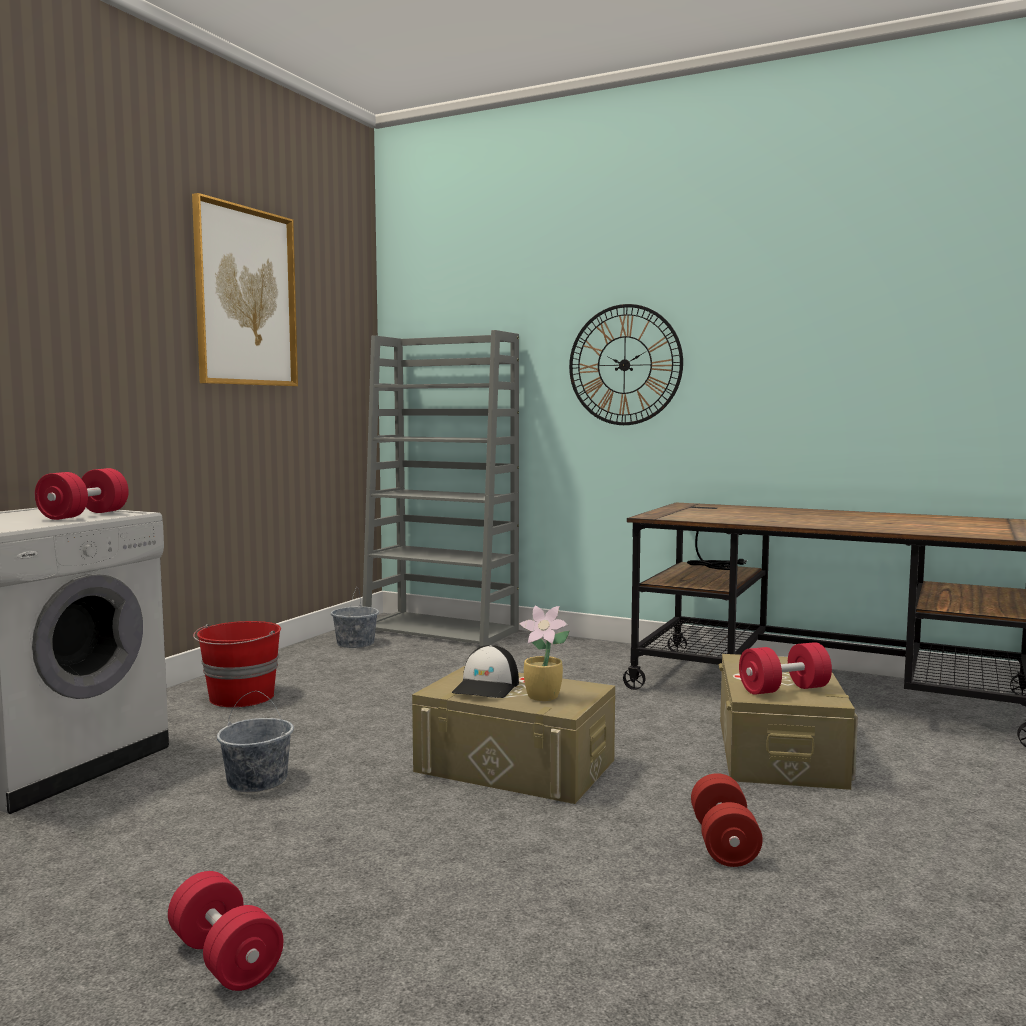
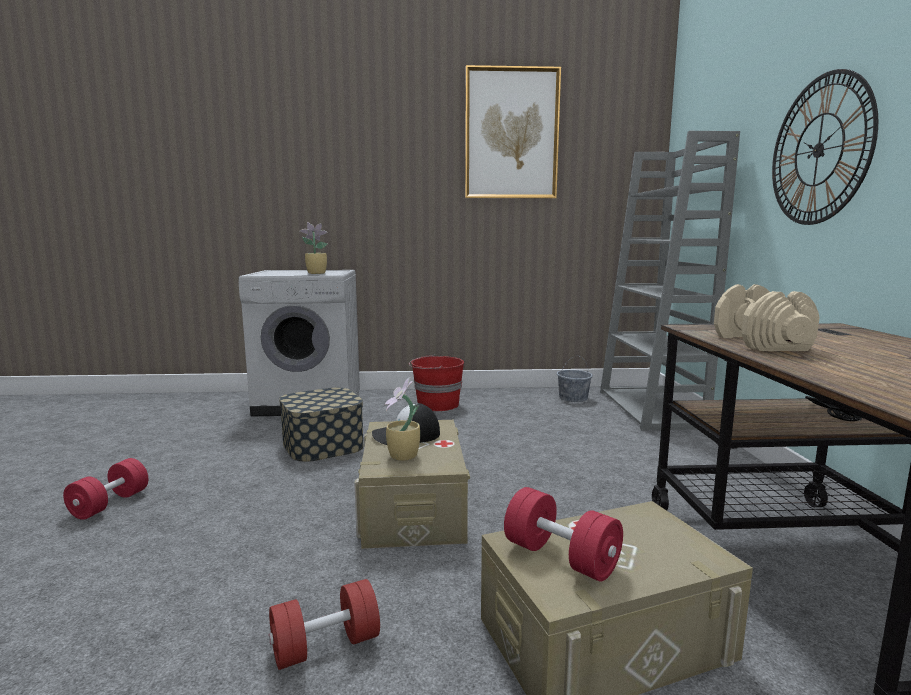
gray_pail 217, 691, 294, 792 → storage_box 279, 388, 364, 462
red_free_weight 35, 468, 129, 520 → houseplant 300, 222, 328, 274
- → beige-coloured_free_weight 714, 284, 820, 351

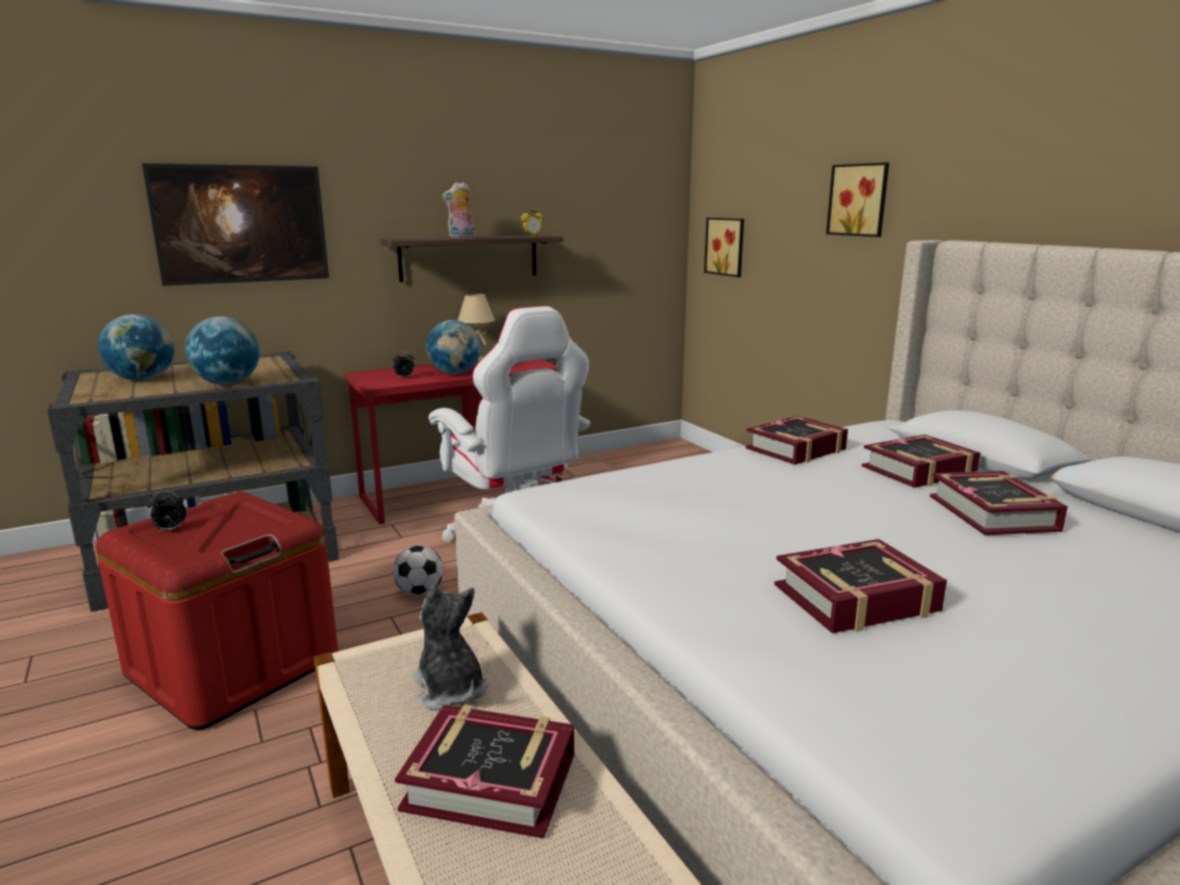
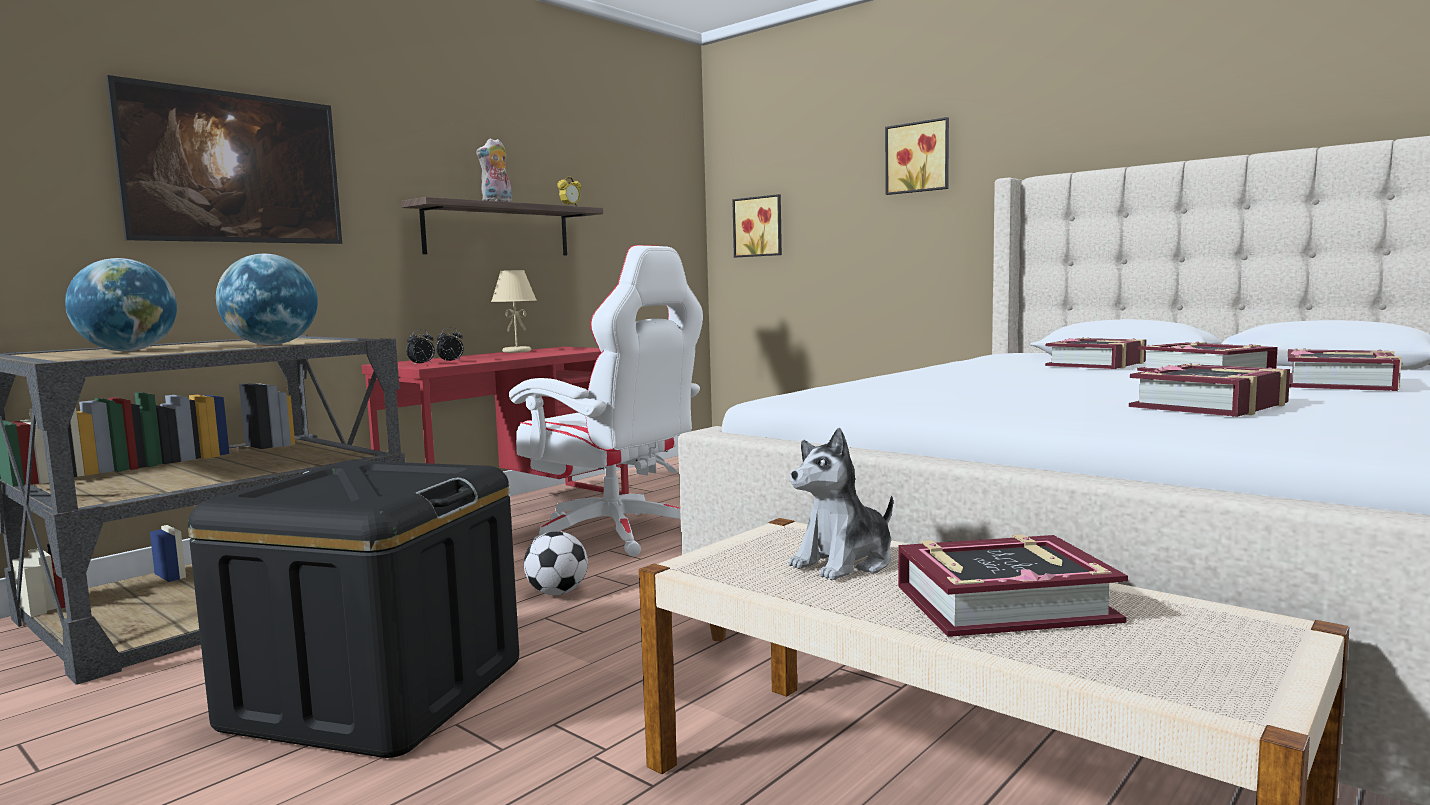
red_storage_box 96, 492, 338, 730 → black-coloured_storage_box 188, 460, 519, 758
bedside_clock 147, 491, 186, 532 → bedside_clock 406, 329, 435, 365, move
cuddly_toy 412, 585, 487, 711 → cuddly_toy 788, 428, 893, 580, 75 degrees counterclockwise
volume 745, 416, 848, 465 → volume 1288, 348, 1402, 391, move
globe 426, 320, 481, 374 → -

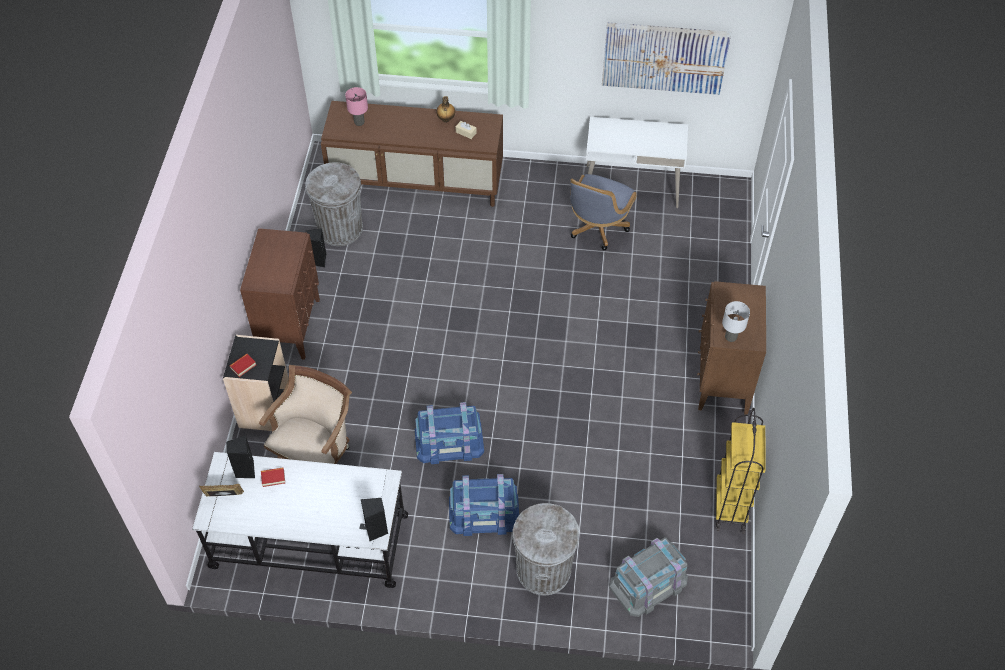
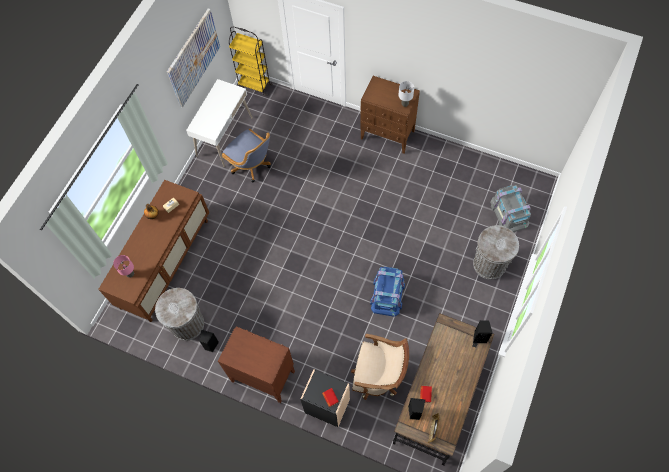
yellow-coloured_trolley 716, 408, 766, 534 → yellow-coloured_trolley 229, 27, 273, 96, move
computer_chair 259, 365, 352, 464 → computer_chair 351, 334, 409, 400, 150 degrees clockwise
white-coloured_desk_unit 192, 452, 408, 588 → brown-coloured_desk_unit 393, 313, 494, 466
blue-coloured_storage_box 449, 474, 519, 536 → -

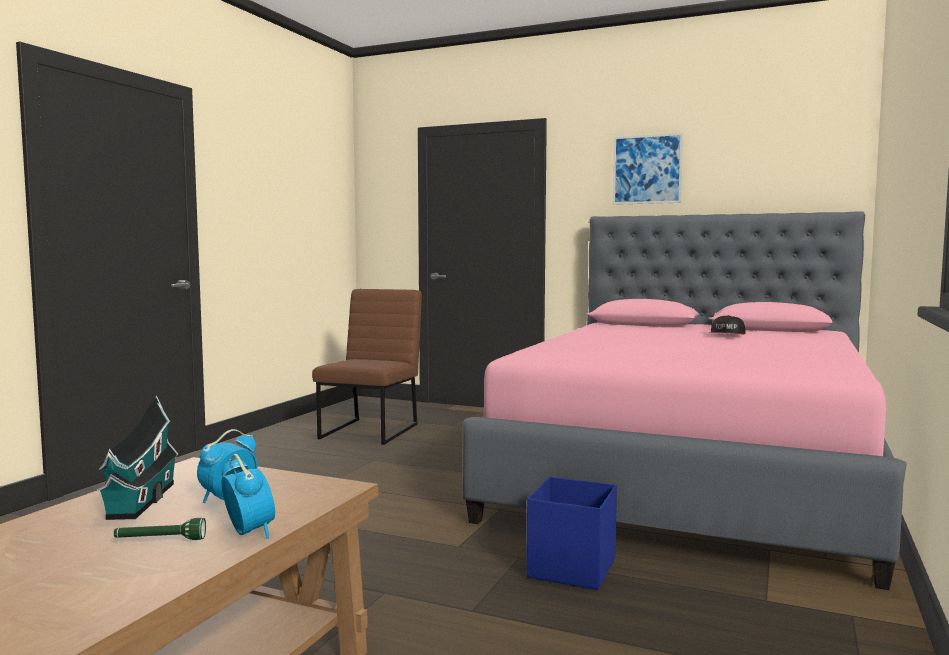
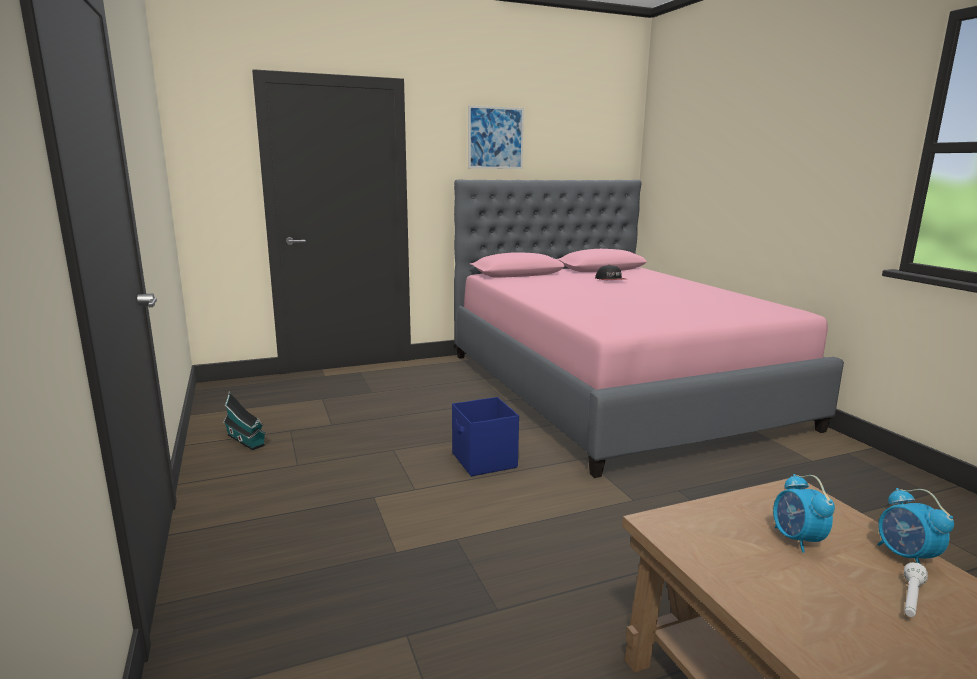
toy_house 97, 395, 178, 520 → toy_house 223, 392, 266, 450, move
blue-coloured_storage_box 527, 477, 617, 590 → blue-coloured_storage_box 452, 397, 519, 476, move
bedside_clock 222, 454, 275, 539 → bedside_clock 877, 488, 954, 564, 120 degrees counterclockwise
greenish_flashlight 114, 518, 206, 540 → white-coloured_flashlight 904, 562, 928, 617
brown-coloured_upright_chair 312, 289, 422, 445 → -

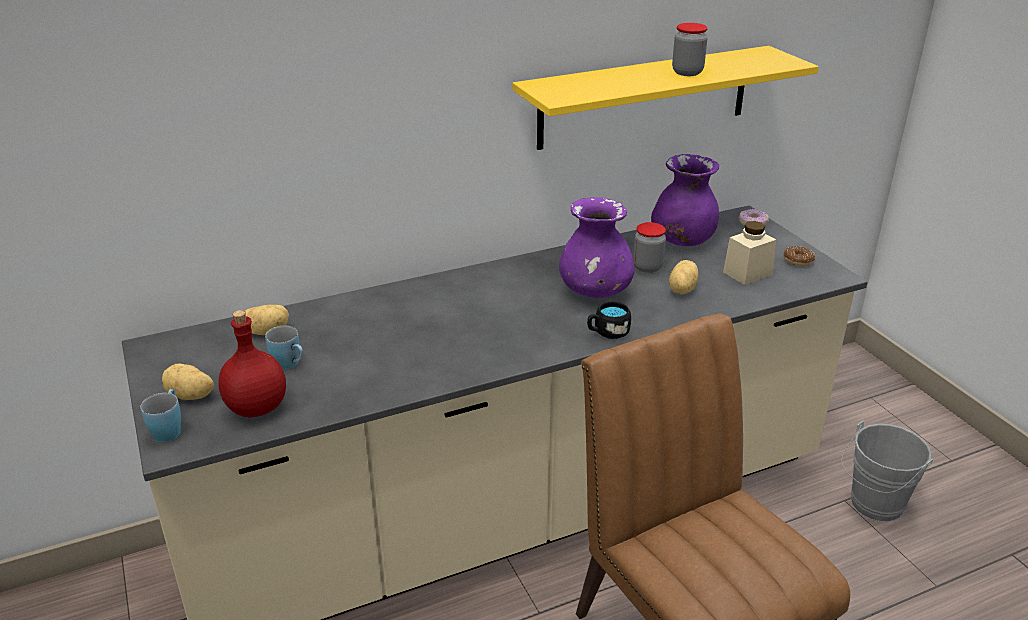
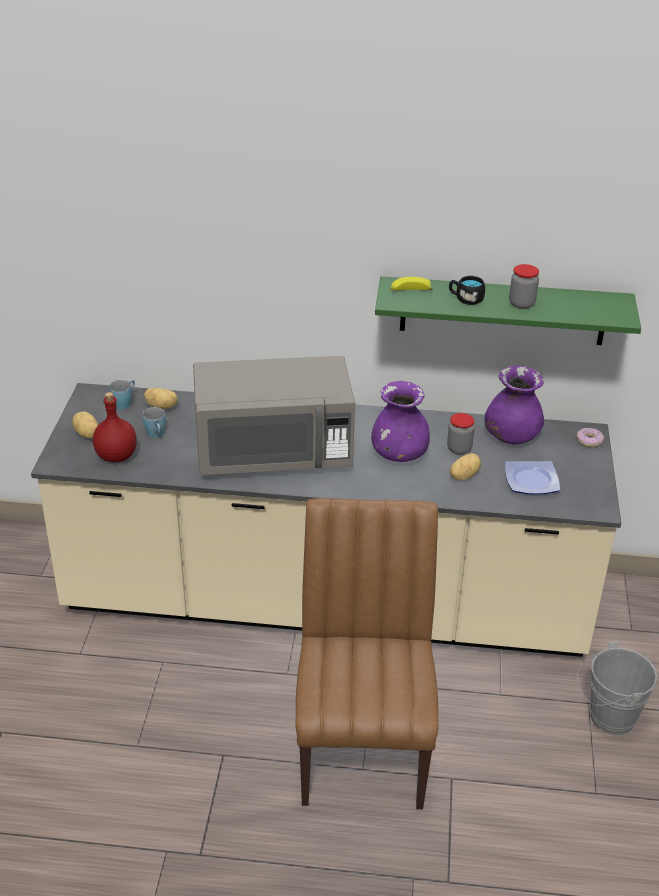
blue-coloured_mug 140, 389, 181, 443 → blue-coloured_mug 109, 380, 135, 410, move
- → gray_microwave 193, 356, 355, 475
yellow-coloured_wall_shelf 512, 46, 819, 150 → greenish_wall_shelf 375, 276, 641, 345
- → banana 390, 277, 432, 291
black-coloured_mug 587, 301, 631, 339 → black-coloured_mug 449, 276, 485, 305, move
beige-coloured_storage_jar 723, 221, 776, 285 → flat_dish 505, 461, 560, 494
donut 783, 246, 815, 266 → -

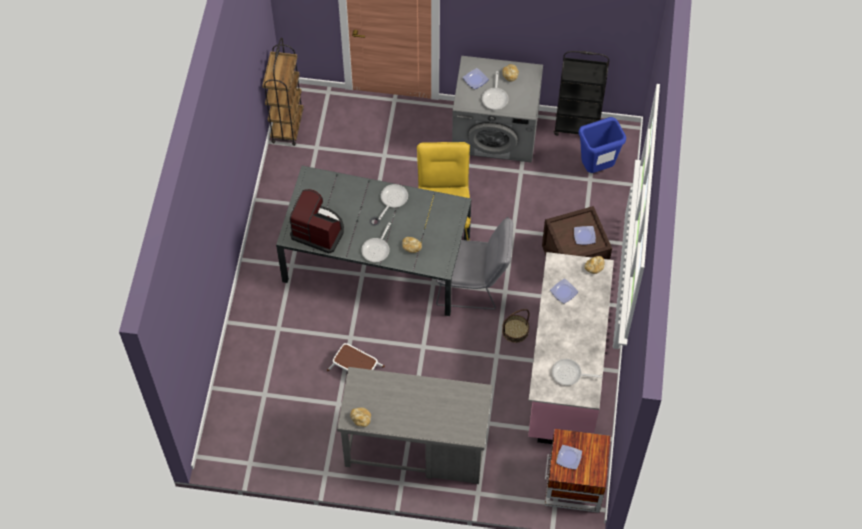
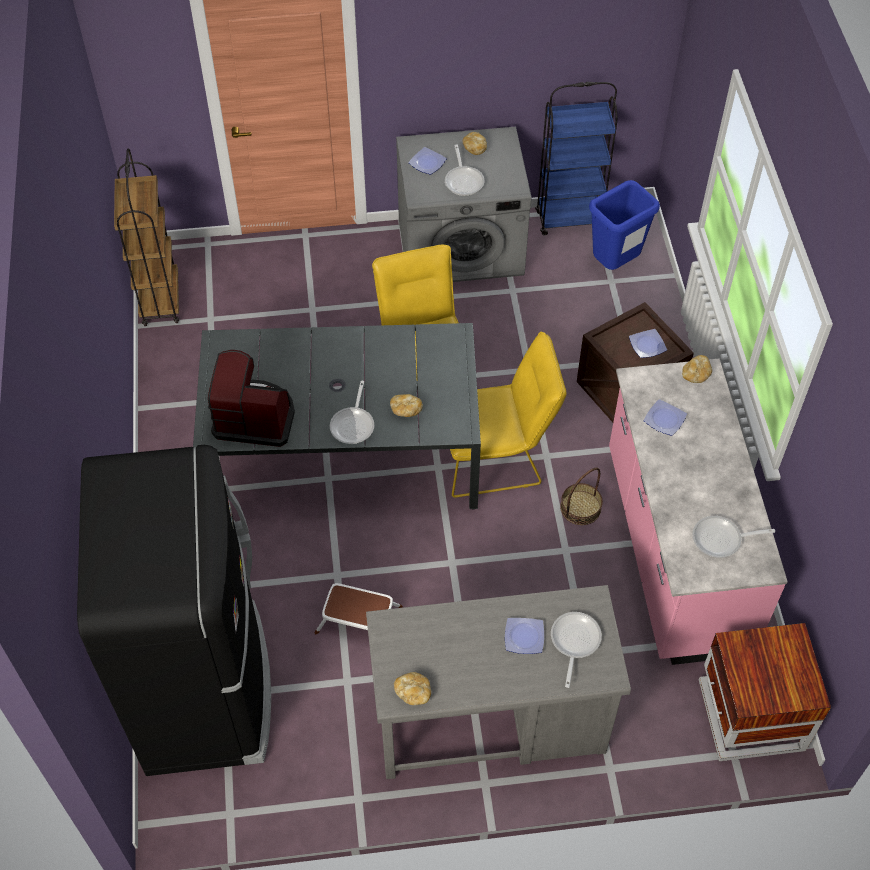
- → black-coloured_refrigerator 77, 445, 271, 776
gray_upright_chair 436, 217, 513, 310 → yellow-coloured_upright_chair 450, 332, 566, 498
flat_dish 556, 445, 582, 469 → flat_dish 505, 618, 544, 654, move
black-coloured_trolley 553, 51, 609, 136 → blue-coloured_trolley 535, 82, 617, 236
frying_pan 378, 184, 408, 220 → frying_pan 551, 612, 602, 688, move

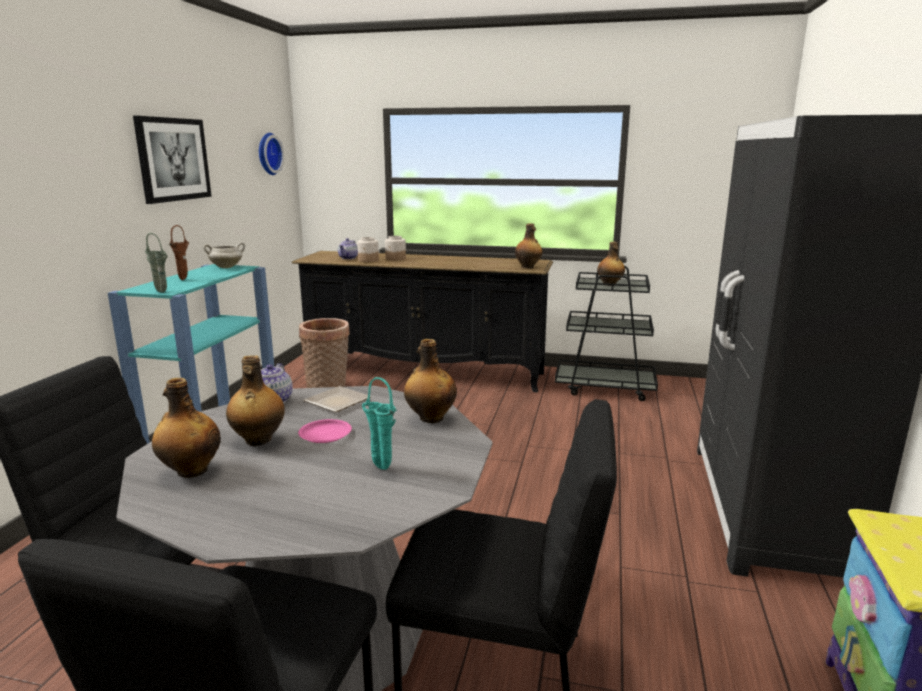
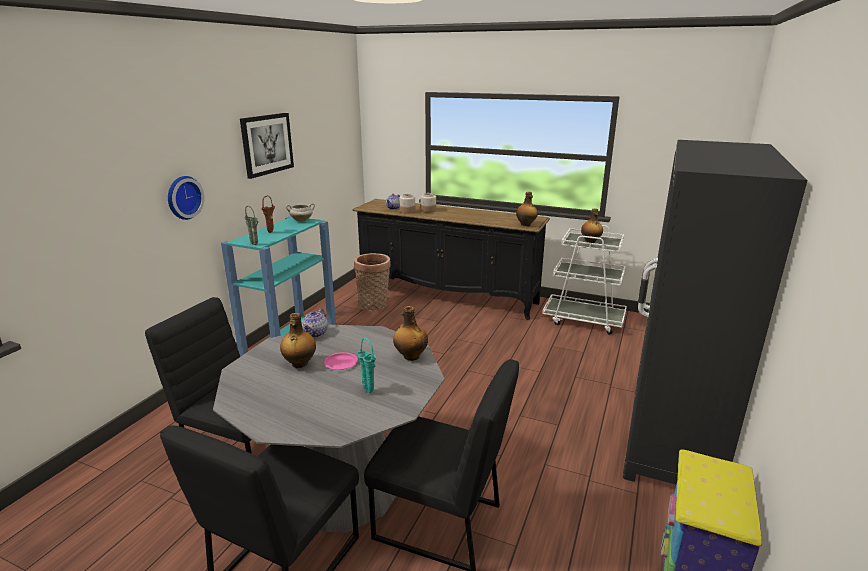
clock_on_the_wall 259, 133, 284, 175 → clock_on_the_wall 168, 176, 204, 220, move
black-coloured_trolley 555, 266, 658, 401 → white-coloured_trolley 543, 225, 627, 334
beverage_bottle 152, 378, 221, 478 → -
flat_dish 304, 386, 372, 412 → -

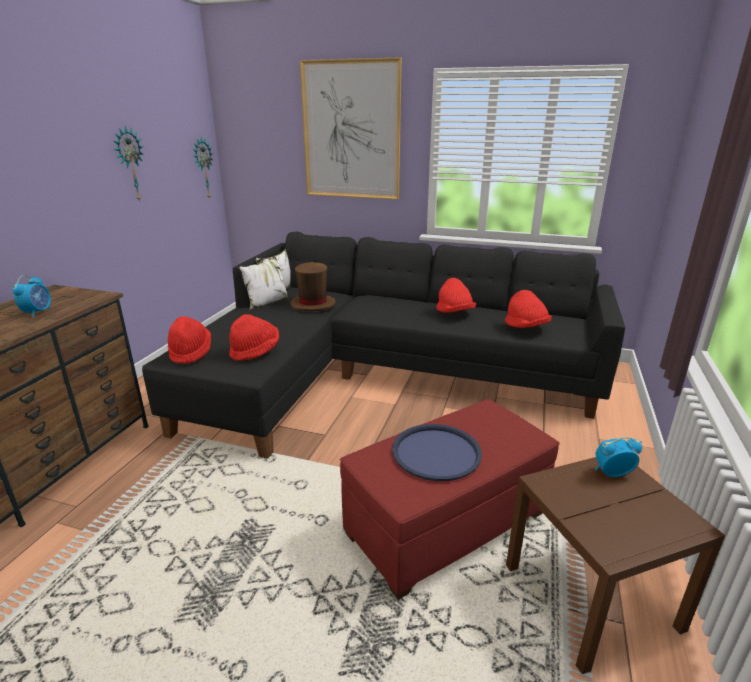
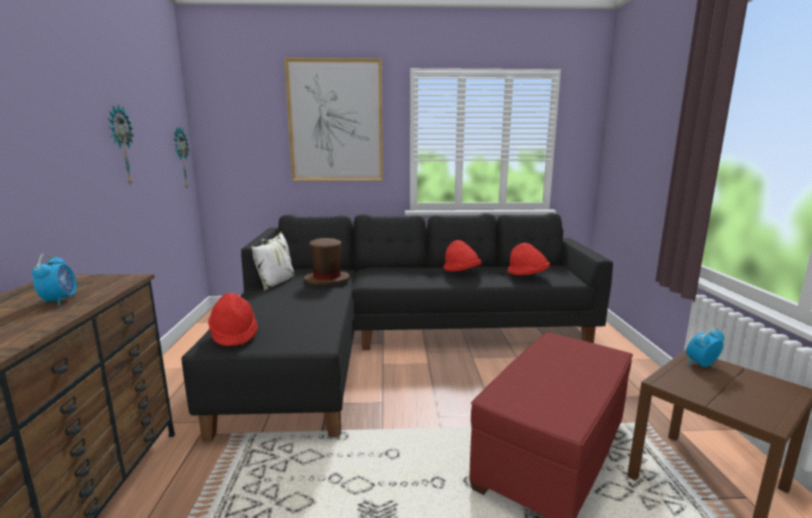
red_clothing_hat 229, 314, 279, 361 → -
blue-coloured_tray 392, 424, 482, 481 → -

